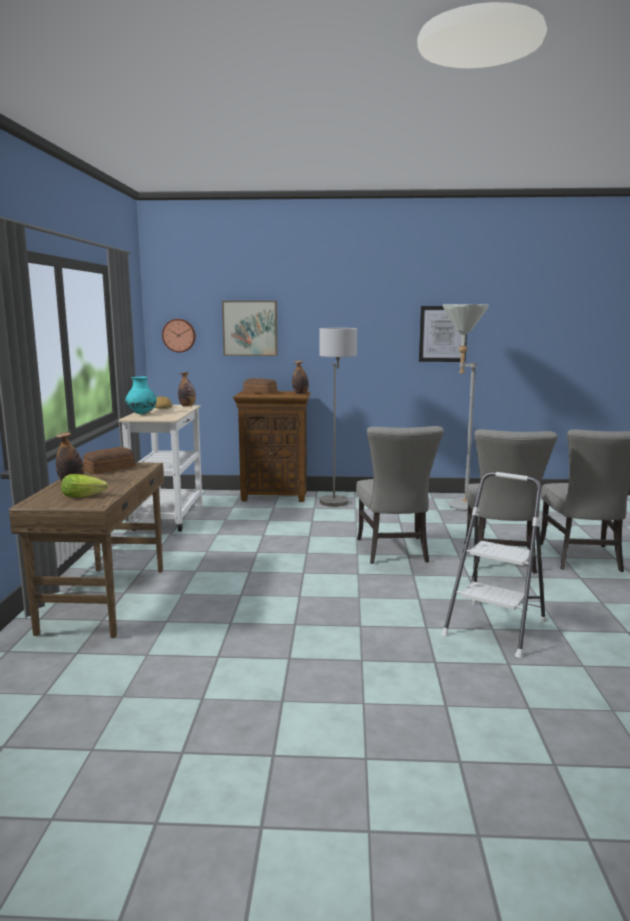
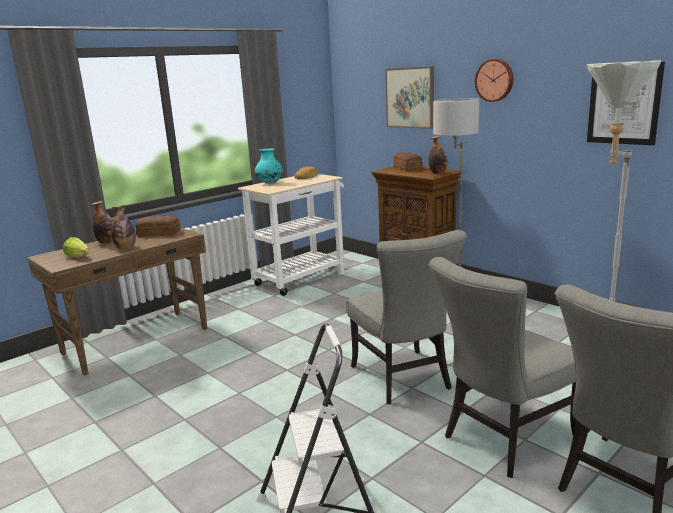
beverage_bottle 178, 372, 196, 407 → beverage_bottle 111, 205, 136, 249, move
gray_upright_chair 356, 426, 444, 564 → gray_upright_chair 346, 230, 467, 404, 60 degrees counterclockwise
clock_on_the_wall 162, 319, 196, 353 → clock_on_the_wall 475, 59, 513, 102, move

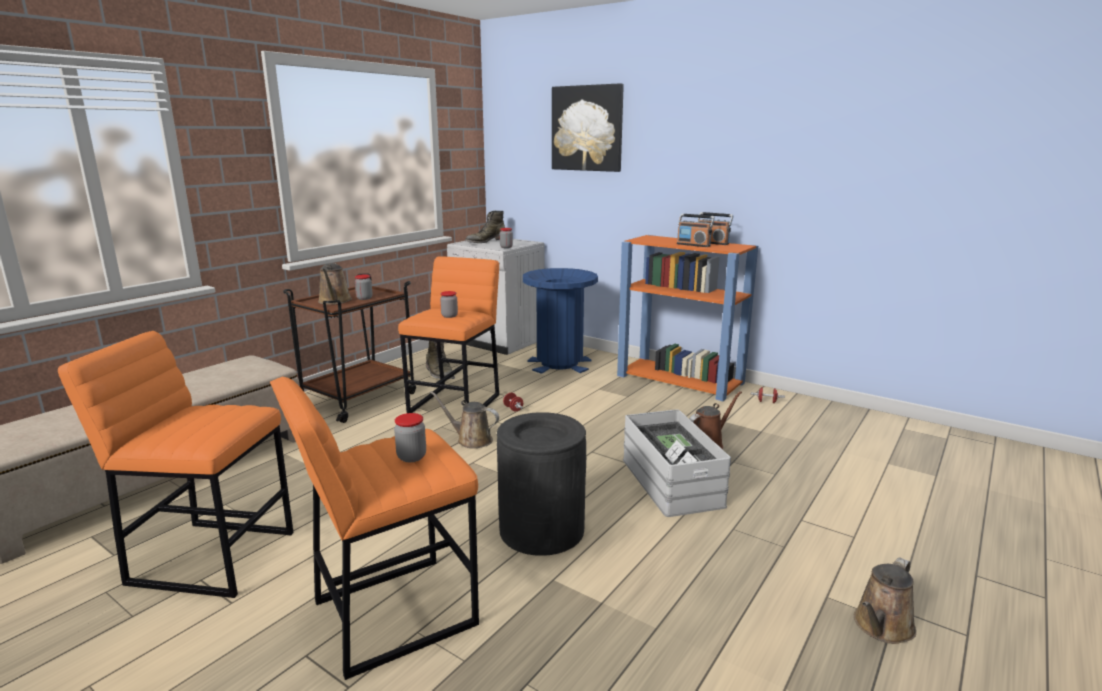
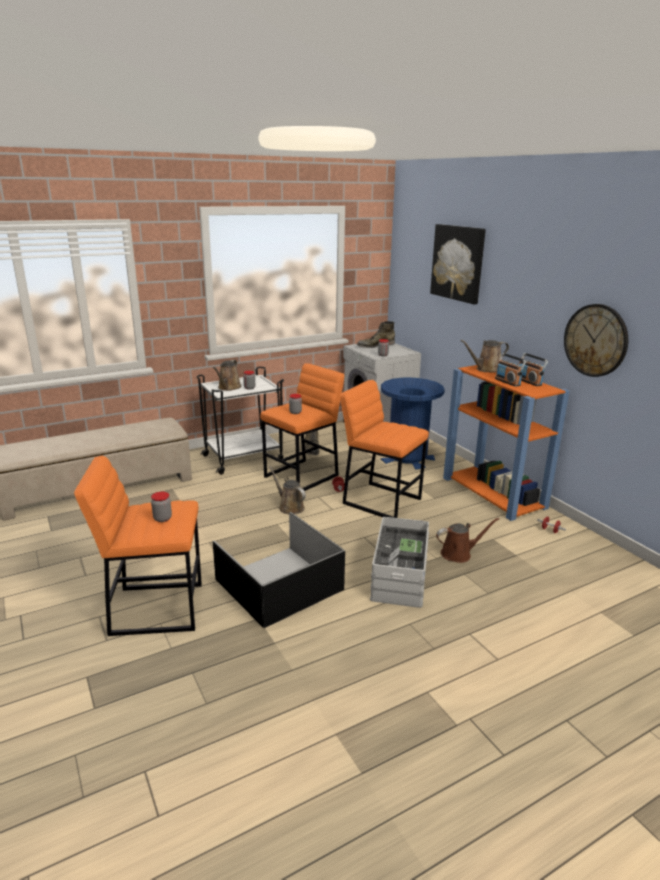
brown-coloured_trolley 283, 273, 416, 423 → white-coloured_trolley 197, 367, 284, 475
black-coloured_rubbish_bin 497, 412, 586, 556 → black-coloured_storage_box 213, 512, 345, 628
orangey_stool_seat 58, 331, 294, 598 → orangey_stool_seat 340, 380, 429, 518, move
brown-coloured_watering_pot 854, 557, 916, 644 → brown-coloured_watering_pot 460, 340, 509, 373, move
- → clock_on_the_wall 564, 304, 628, 377

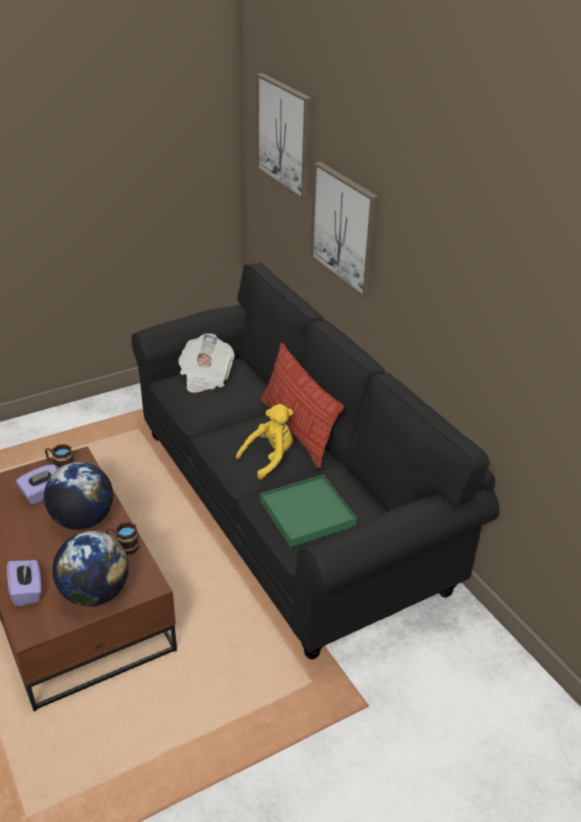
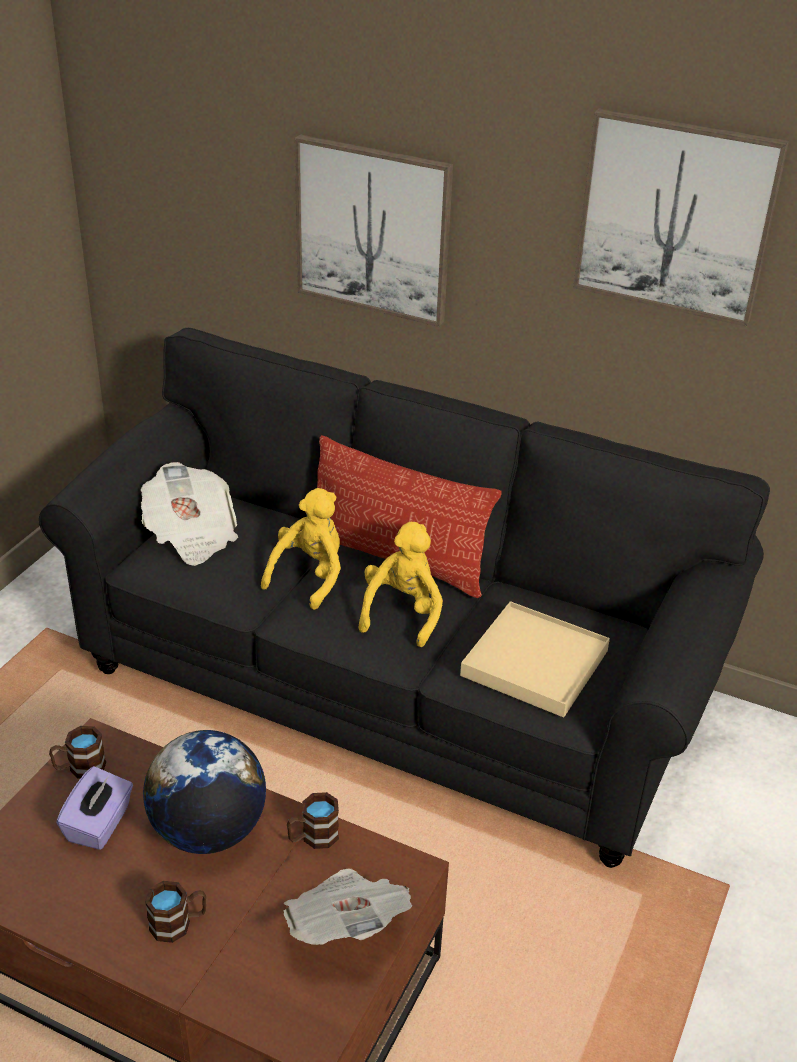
- → brown-coloured_mug 145, 881, 206, 943
- → yellow-coloured_cuddly_toy 261, 488, 341, 610
globe 52, 531, 129, 607 → printed_paper 284, 869, 412, 945
greenish_tray 260, 475, 357, 548 → beige-coloured_tray 460, 601, 610, 717
picture 256, 73, 312, 200 → picture 573, 108, 789, 327, move
purple_box_of_tissues 7, 559, 41, 607 → -

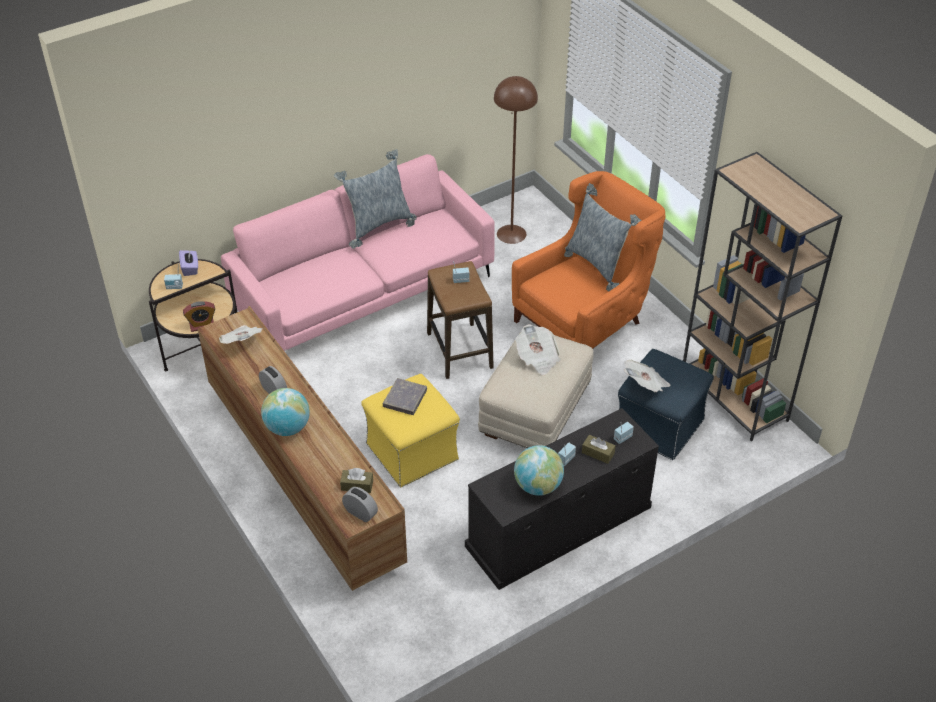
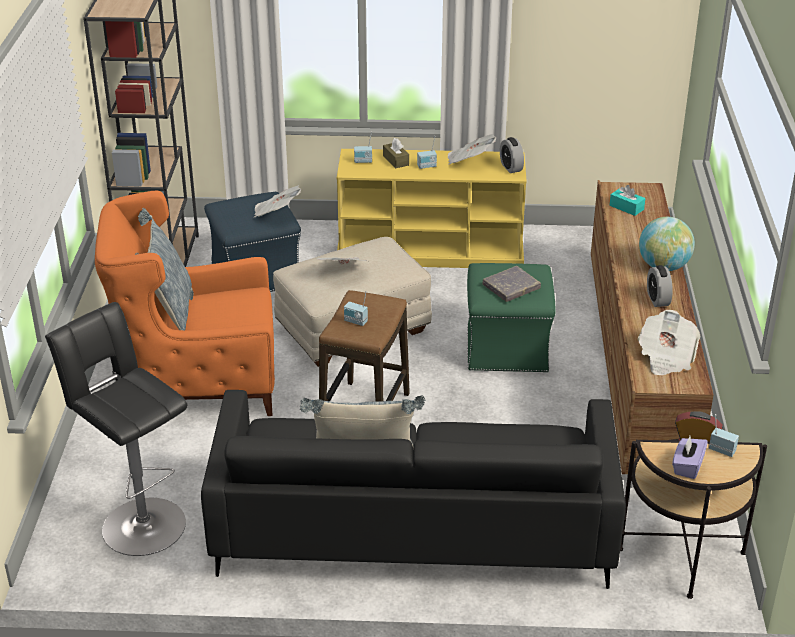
brown-coloured_standard_lamp 494, 76, 538, 244 → black-coloured_stool_seat 45, 302, 188, 556
pink_couch 221, 154, 495, 351 → black-coloured_couch 201, 390, 626, 589
black-coloured_media_console 465, 408, 659, 590 → yellow-coloured_media_console 337, 149, 527, 268
globe 514, 445, 564, 496 → printed_paper 448, 134, 496, 164
yellow-coloured_pouffe 361, 374, 460, 487 → greenish_pouffe 467, 263, 556, 372
bedside_clock 342, 487, 378, 522 → bedside_clock 500, 137, 524, 173, move
brown-coloured_box_of_tissues 340, 468, 373, 493 → blue-green_box_of_tissues 610, 185, 645, 216

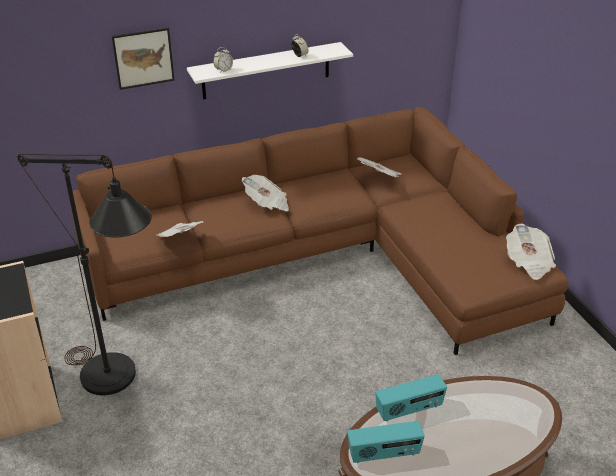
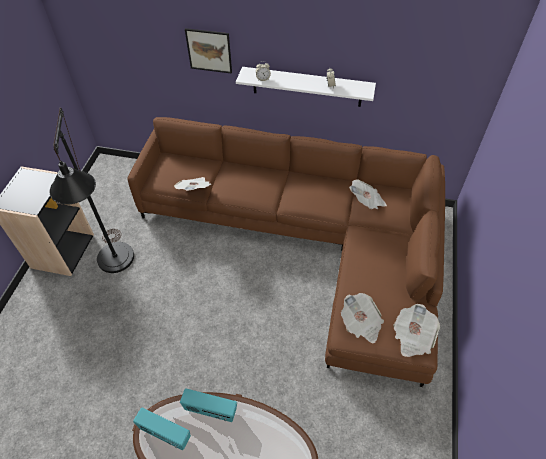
printed_paper 242, 175, 289, 211 → printed_paper 341, 293, 384, 343, move

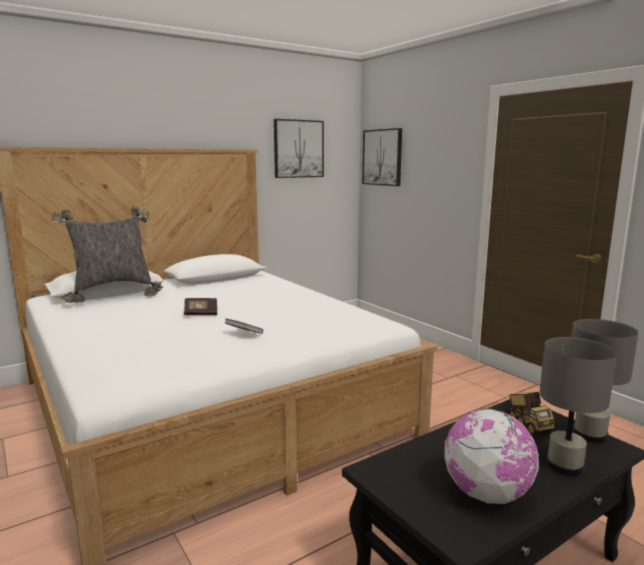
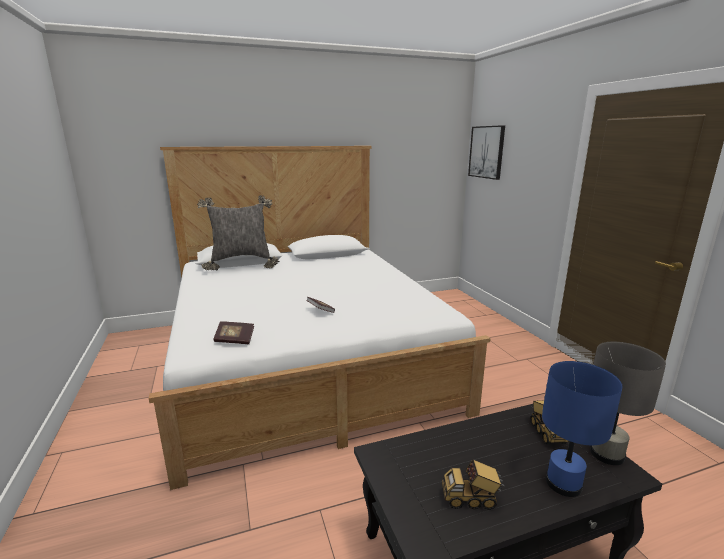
volume 184, 298, 217, 315 → volume 213, 321, 254, 344, move
globe 444, 409, 539, 504 → model_truck 442, 459, 505, 510
gray_tabletop_lamp 540, 337, 617, 476 → blue-coloured_tabletop_lamp 542, 361, 622, 497
picture 274, 119, 324, 178 → -

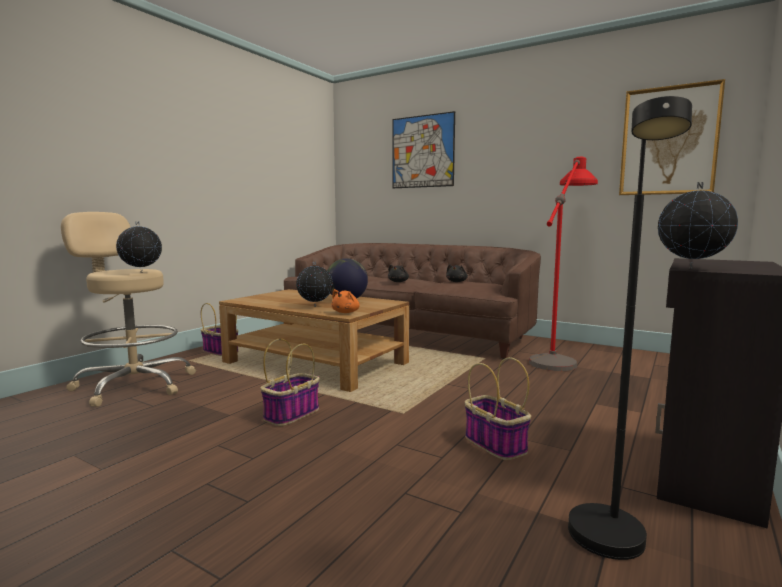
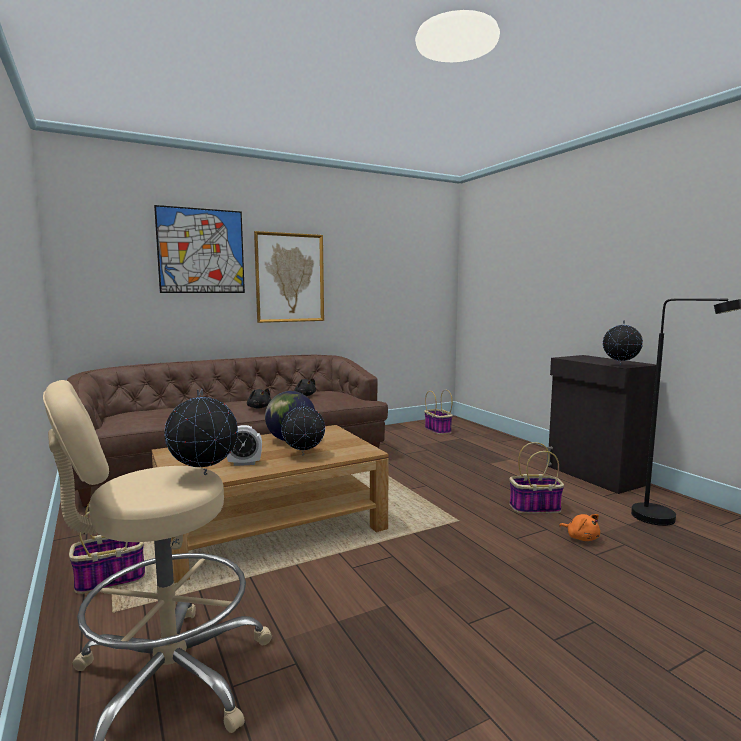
- → bedside_clock 227, 425, 262, 466
picture 619, 79, 725, 195 → picture 254, 231, 324, 323, move
household_basket 261, 339, 320, 426 → household_basket 424, 389, 453, 435, move
orangey_cuddly_toy 332, 289, 360, 313 → orangey_cuddly_toy 559, 514, 600, 541, move
red_standard_lamp 528, 157, 598, 371 → -

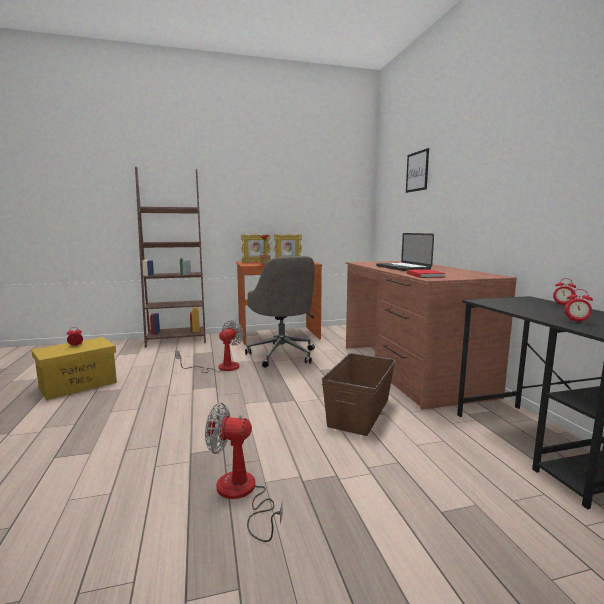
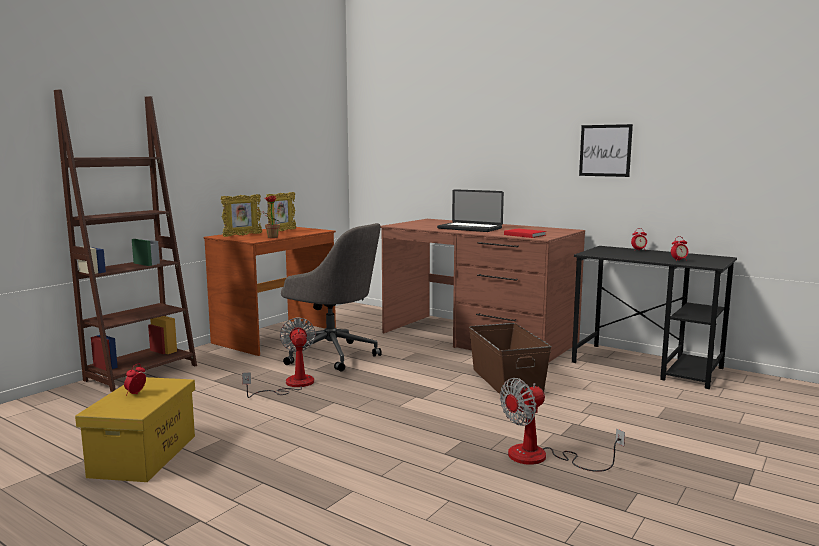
picture 406, 148, 429, 193 → picture 579, 124, 633, 177, move

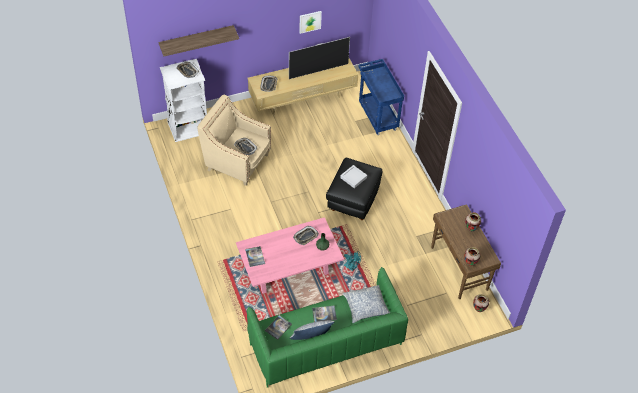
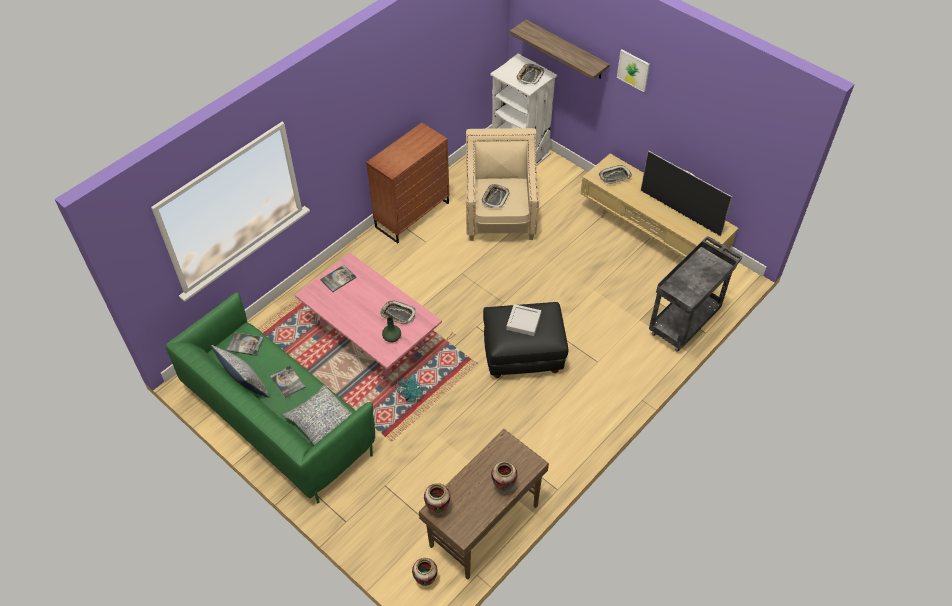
- → brown-coloured_chest_of_drawers 366, 123, 449, 243
picture 299, 11, 322, 34 → picture 617, 50, 650, 92, move
blue-coloured_trolley 358, 59, 404, 135 → gray_trolley 649, 236, 742, 352

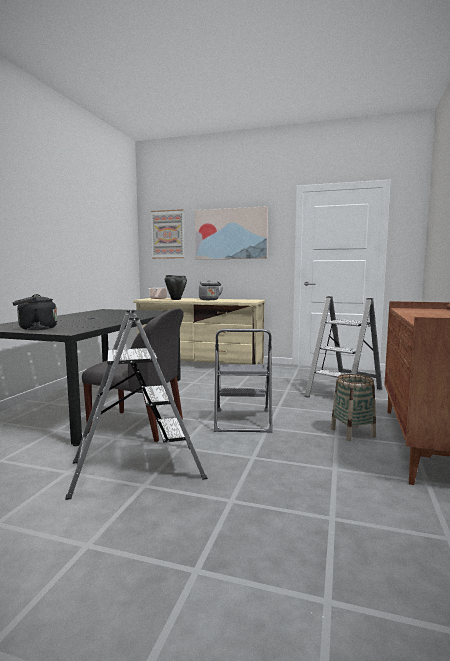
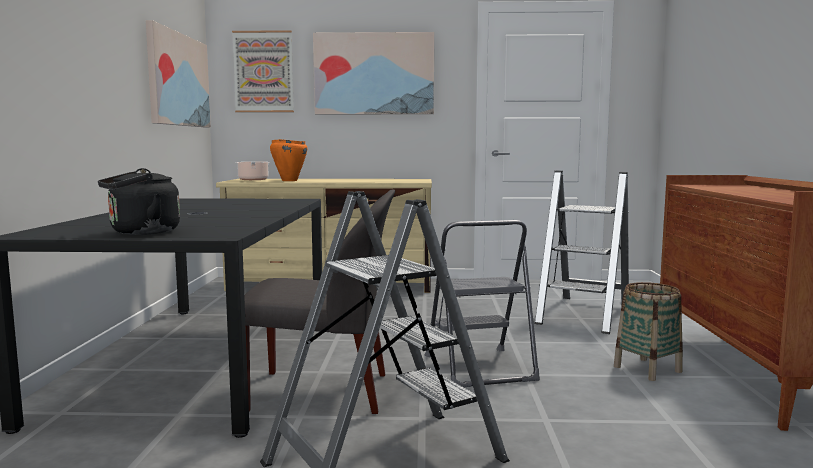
- → picture 146, 20, 211, 128
black-coloured_stockpot 165, 275, 187, 300 → orangey_stockpot 270, 139, 307, 181
gray_water_kettle 199, 280, 223, 300 → -

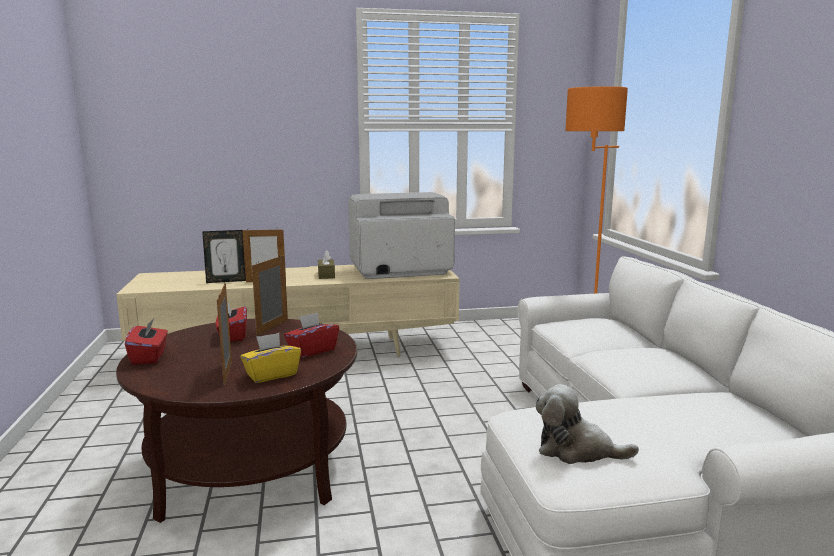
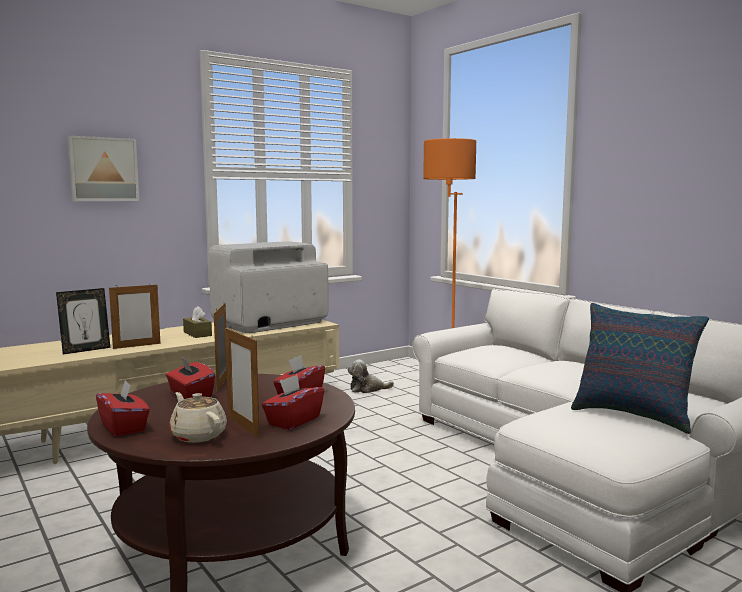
- → picture 68, 136, 139, 201
- → beige-coloured_tea_pot 169, 392, 227, 443
yellow-coloured_box_of_tissues 240, 333, 301, 383 → red_box_of_tissues 262, 375, 324, 430
cuddly_toy 536, 384, 639, 464 → cuddly_toy 348, 360, 394, 393, move
- → blue-coloured_throw_pillow 571, 303, 709, 434

